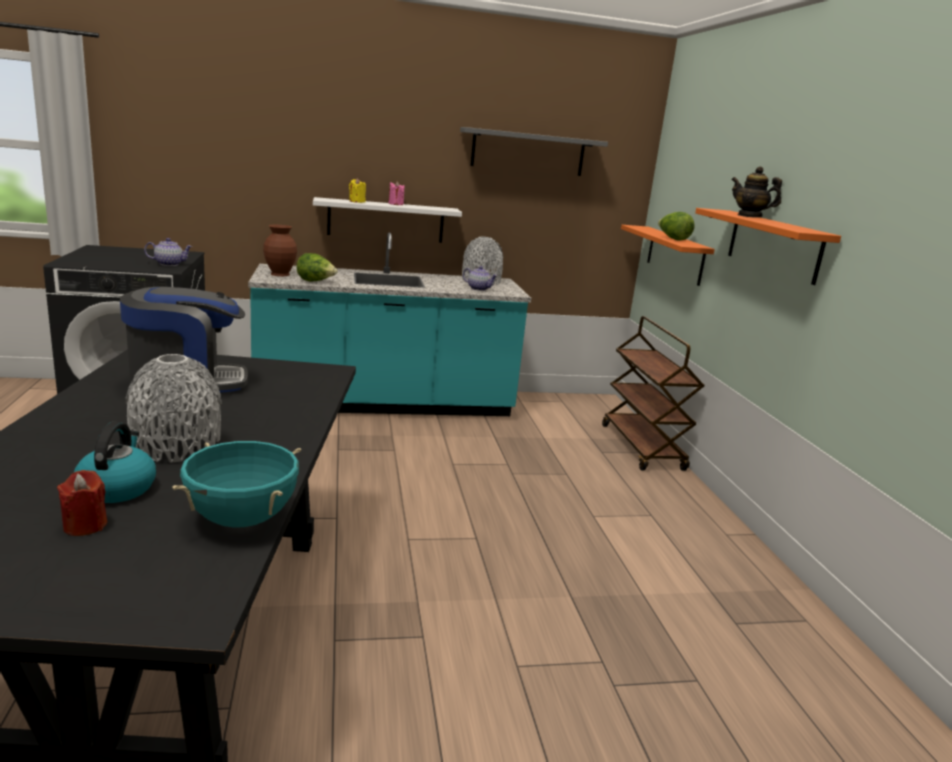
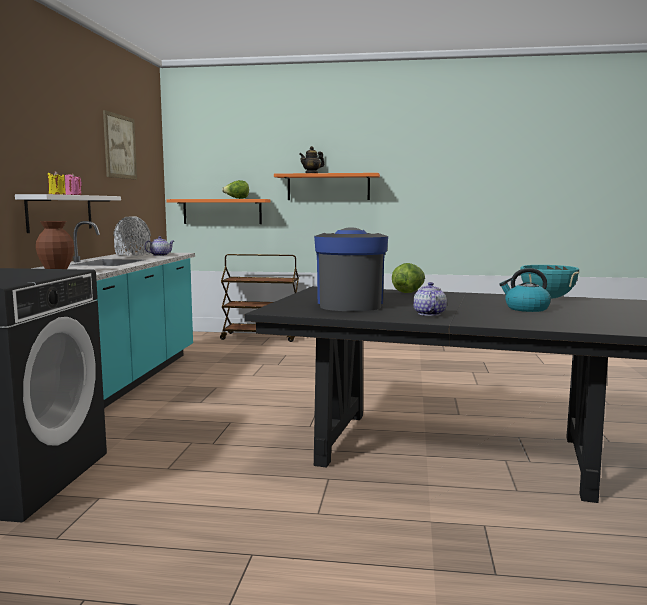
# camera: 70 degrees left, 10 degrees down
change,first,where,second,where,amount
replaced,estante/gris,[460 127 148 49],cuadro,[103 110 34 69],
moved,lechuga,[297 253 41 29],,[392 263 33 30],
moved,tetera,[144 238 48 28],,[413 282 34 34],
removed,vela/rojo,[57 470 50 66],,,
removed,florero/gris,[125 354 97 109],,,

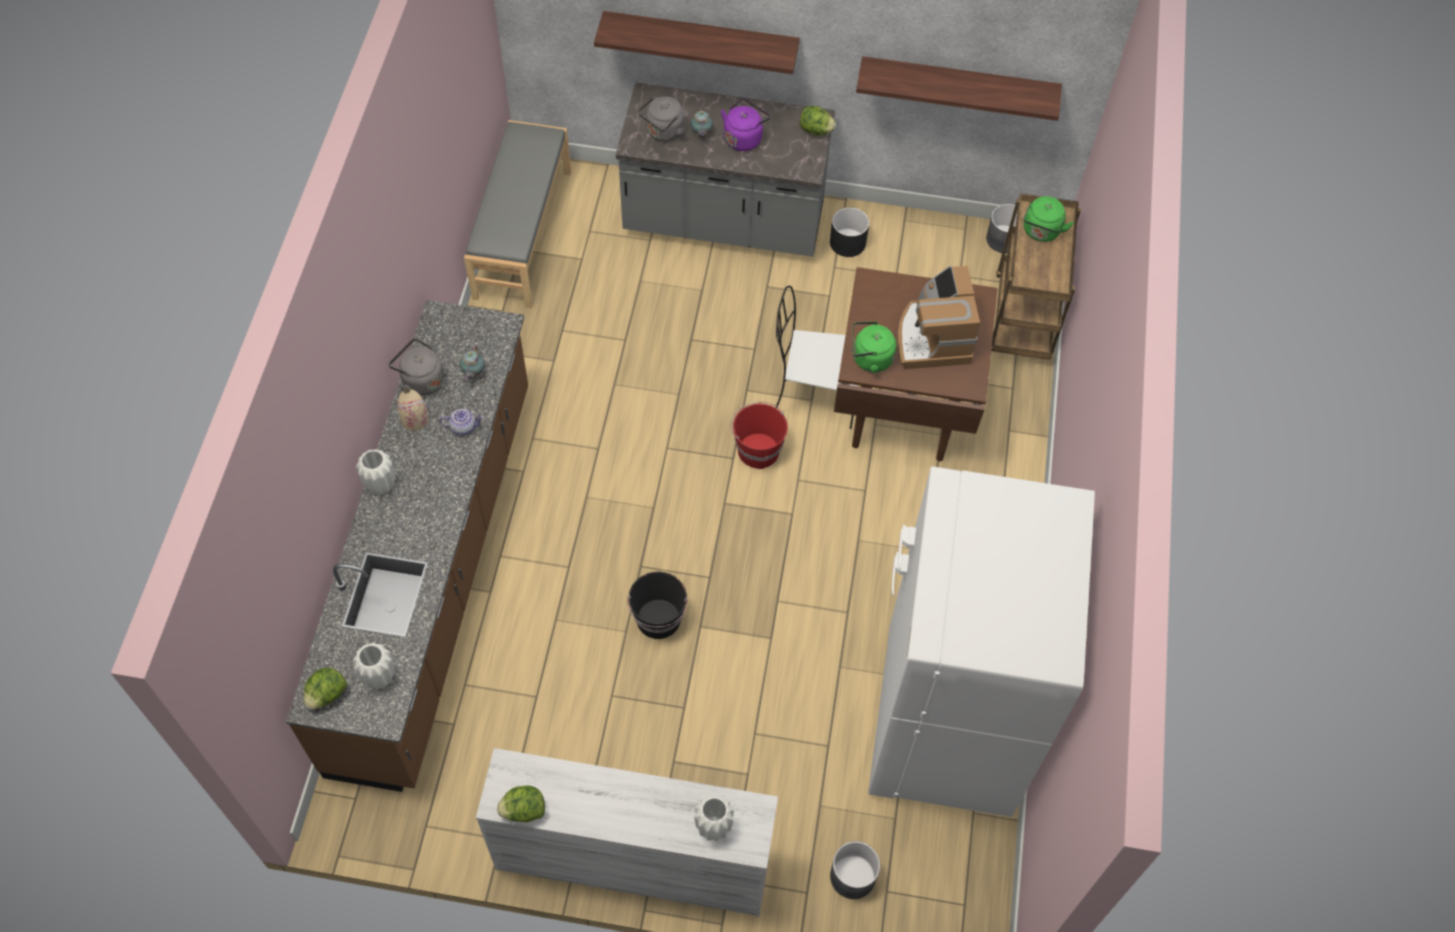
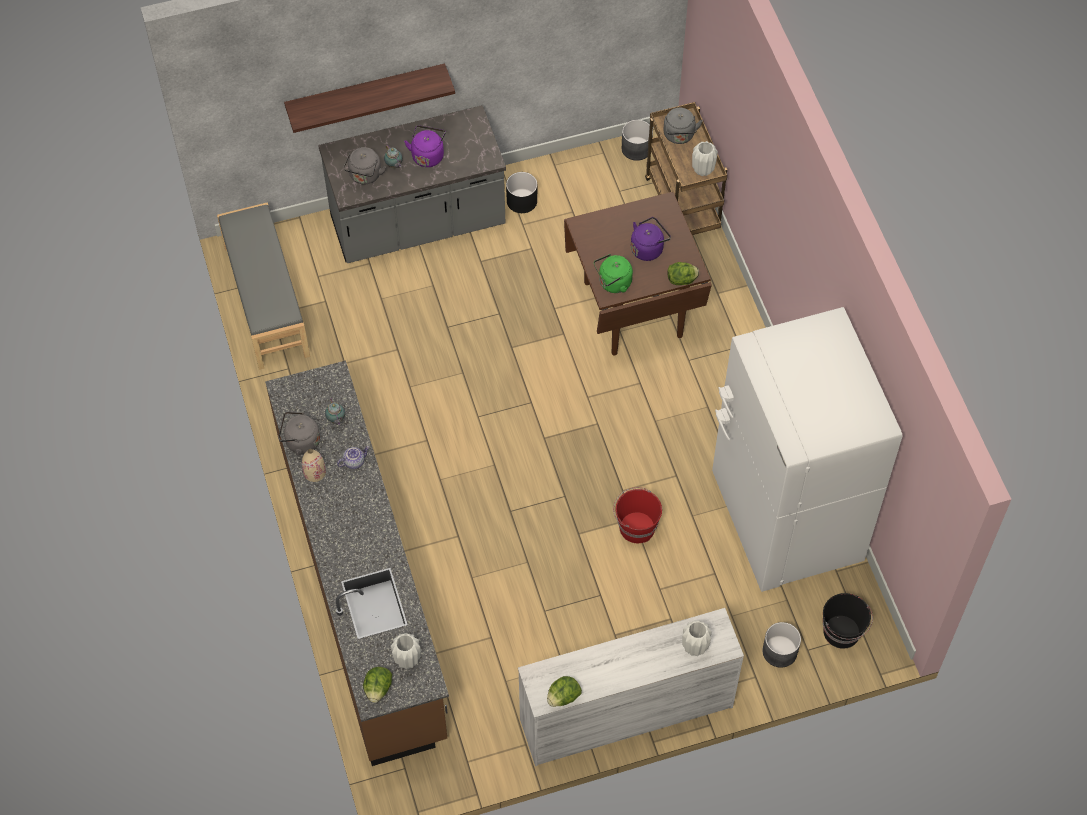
# camera: 25 degrees left, 0 degrees up
change,first,where,second,where,amount
moved,cubo/rojo,[731 402 57 67],,[613 487 49 56],
replaced,cafetera,[898 266 82 103],hervidor/morado,[631 217 40 44],
recoloured,hervidor/verde,[1023 196 51 46],hervidor/gris,[663 108 40 36],
moved,lechuga,[800 106 36 30],,[667 262 32 23],
moved,florero/blanco,[356 449 39 46],,[692 141 26 35],
moved,cubo/negro,[627 572 61 67],,[823 593 50 56],
removed,silla/blanco,[775 286 83 143],,,
removed,estante,[856 56 206 65],,,

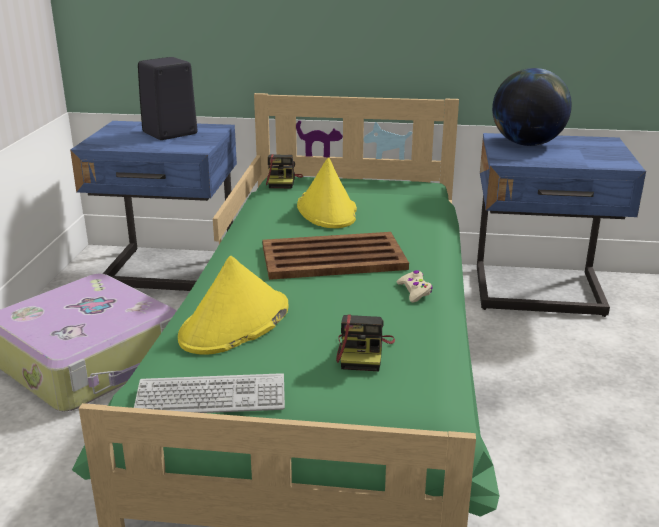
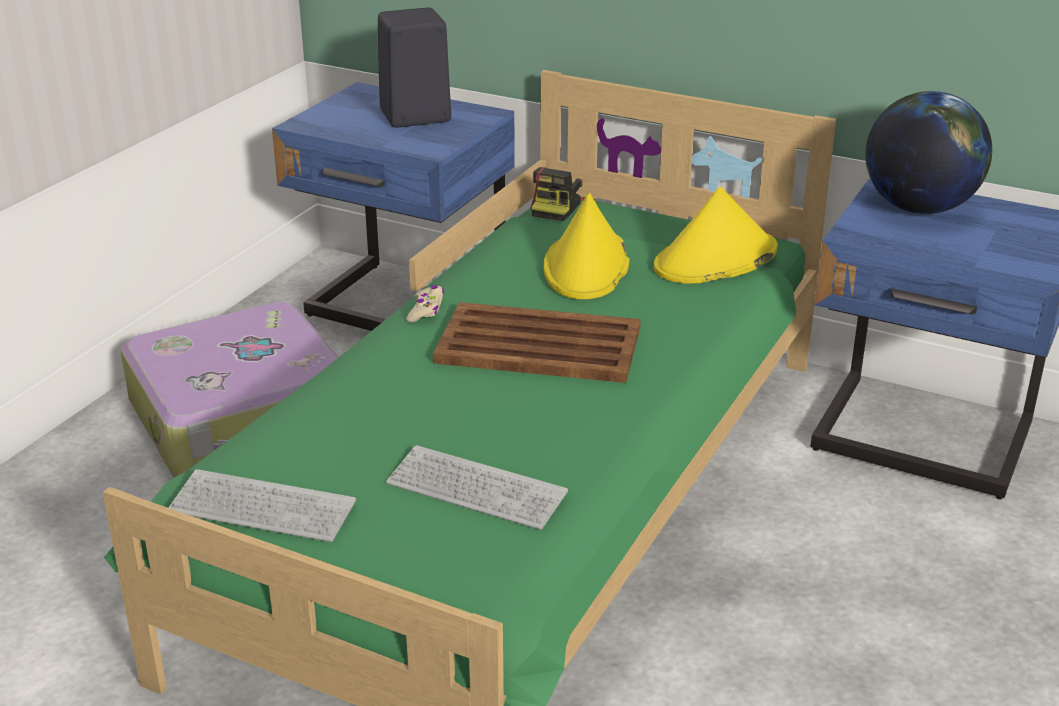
# camera: 20 degrees right, 5 degrees up
change,first,where,second,where,amount
replaced,cámara,[336 314 59 57],teclado,[386 445 182 85],
moved,mando de consola/beis,[396 270 37 32],,[406 285 38 37],
moved,sombrero/amarillo,[178 256 111 99],,[654 187 124 97],

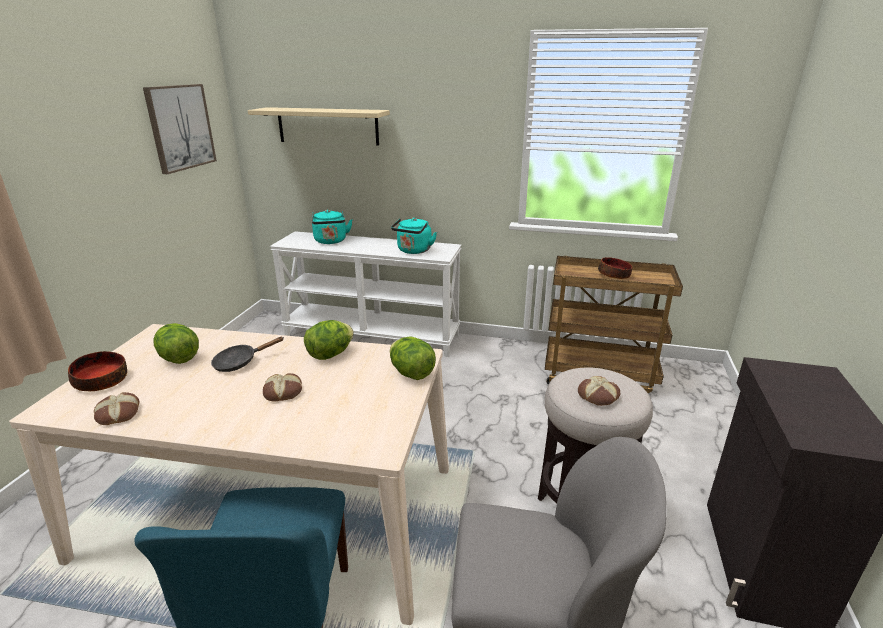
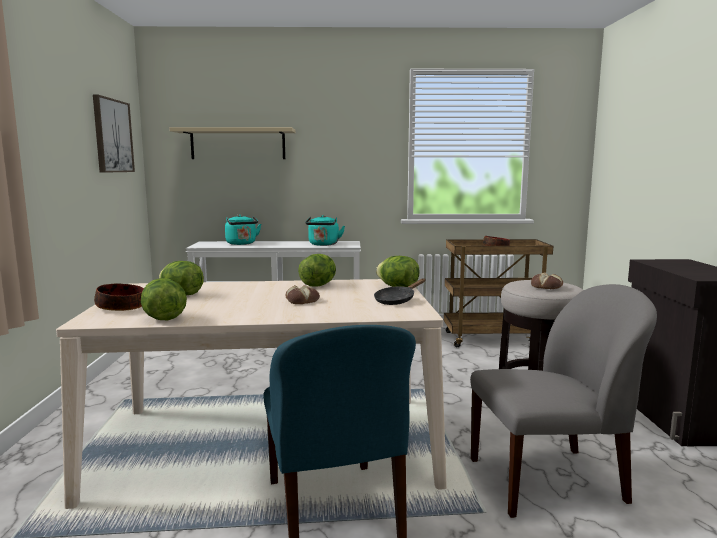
# camera: 15 degrees left, 15 degrees down
change,first,where,second,where,amount
replaced,pan,[94 392 45 33],lechuga,[141 278 46 42],
moved,sartén/negro,[211 337 72 35],,[374 278 51 27],

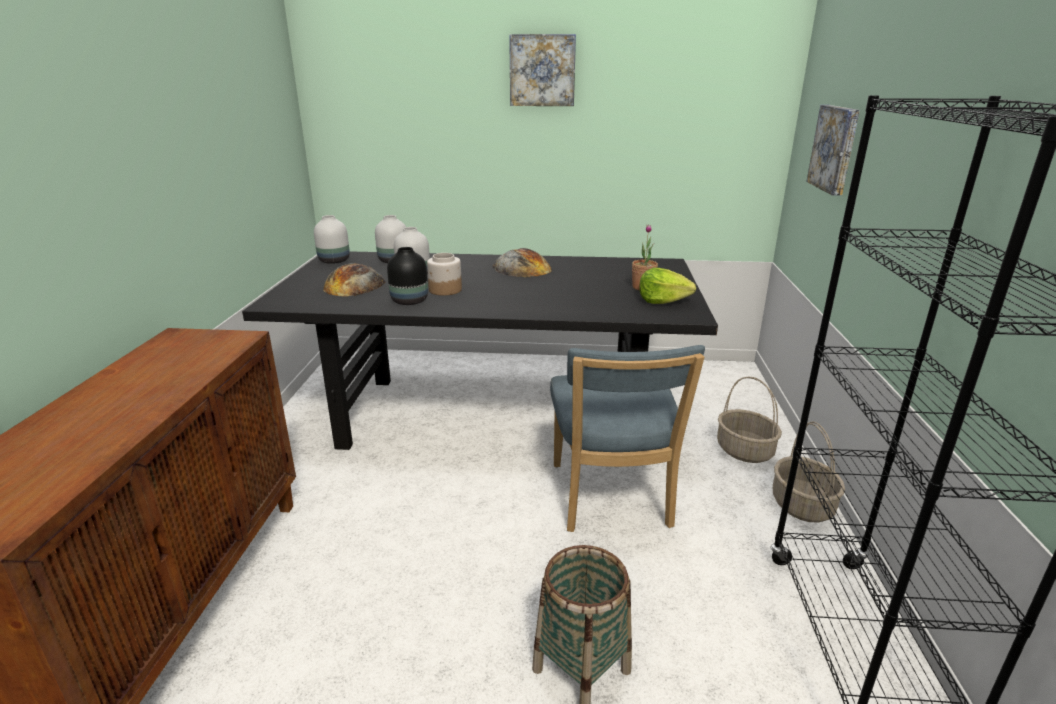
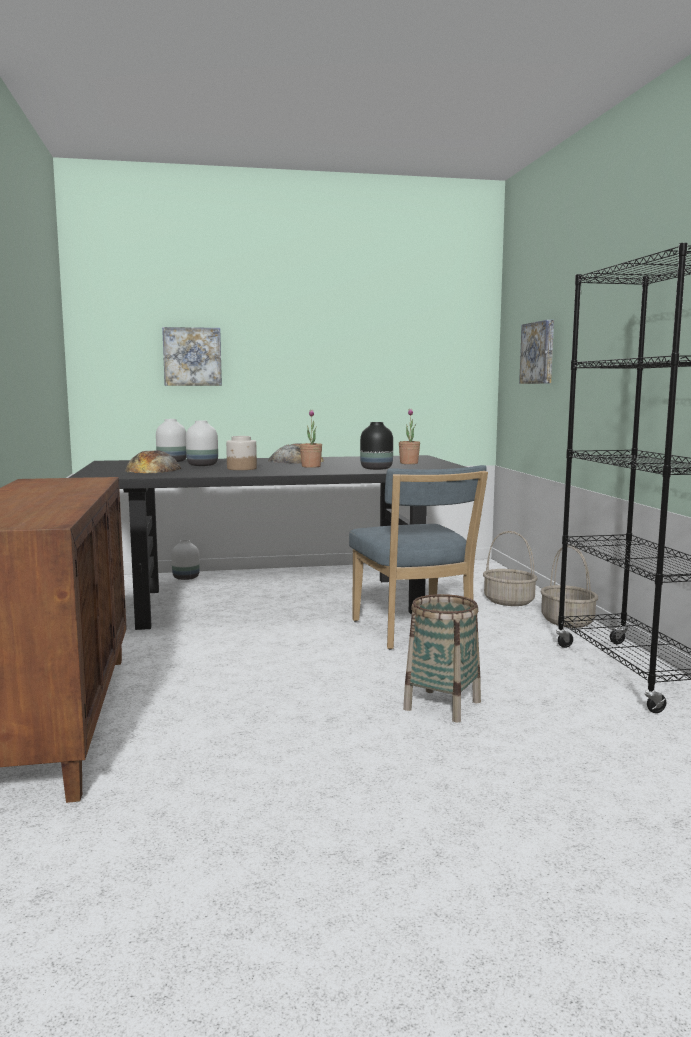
# camera: 15 degrees left, 15 degrees down
change,first,where,second,where,amount
moved,cuadro,[509 34 67 72],,[162 327 60 59],
moved,florero/blanco,[314 215 36 49],,[171 540 29 40],
added,,,planta en maceta,[300 410 22 58],
moved,florero/negro,[387 247 41 58],,[360 422 33 48],
removed,lechuga,[639 268 57 36],,,

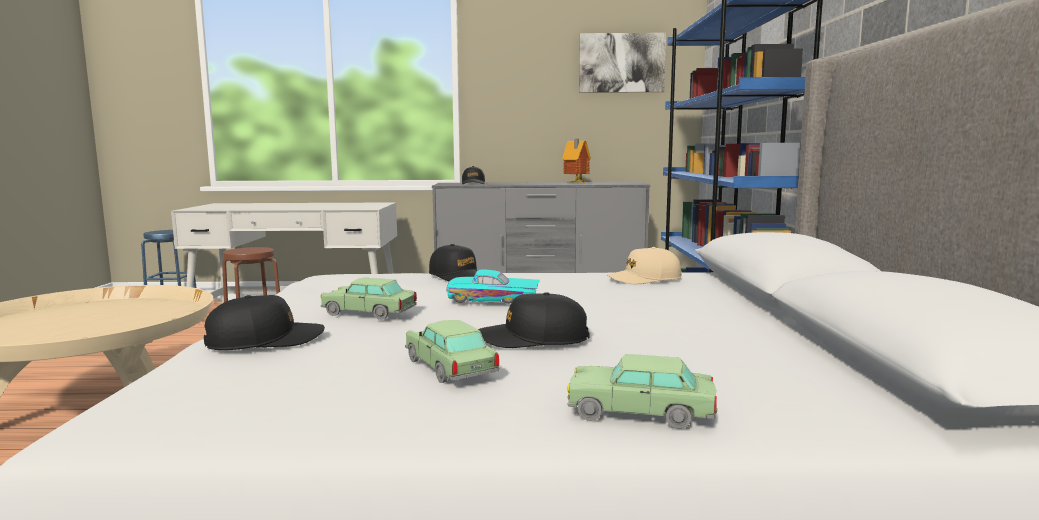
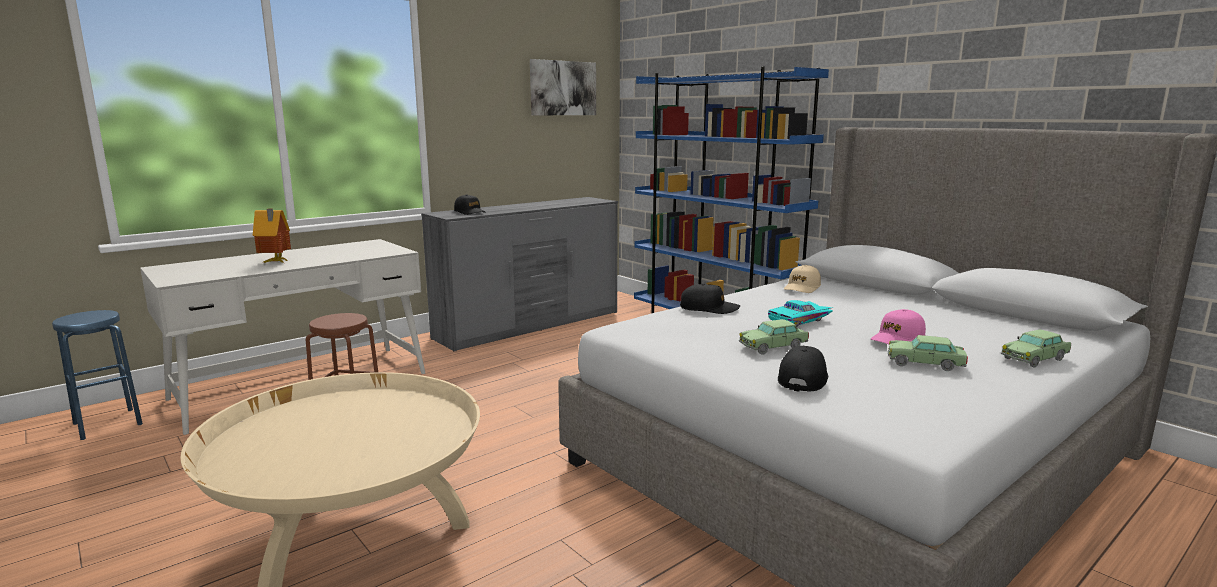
# camera: 40 degrees left, 5 degrees up
change,first,where,second,where,amount
moved,casita,[562 139 29 44],,[253 209 38 54],
recoloured,gorra/negro,[478 292 111 56],gorra/rosa,[871 309 55 35],

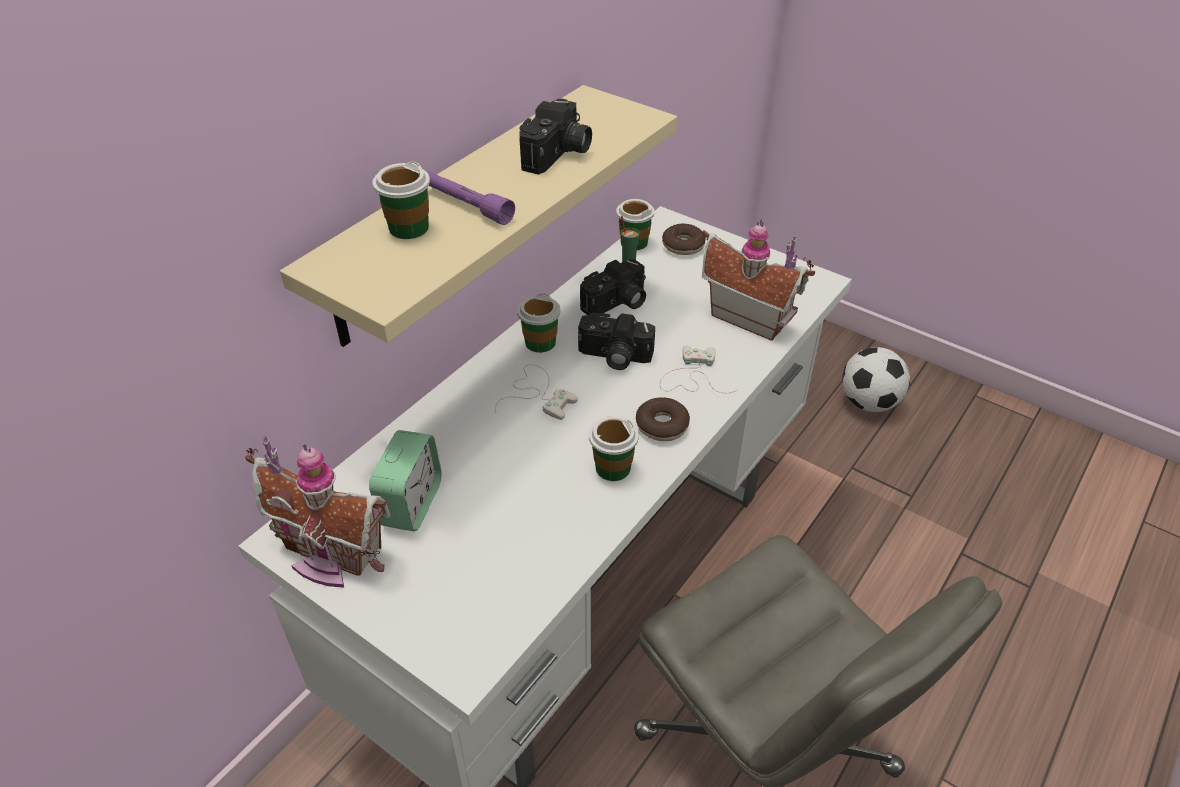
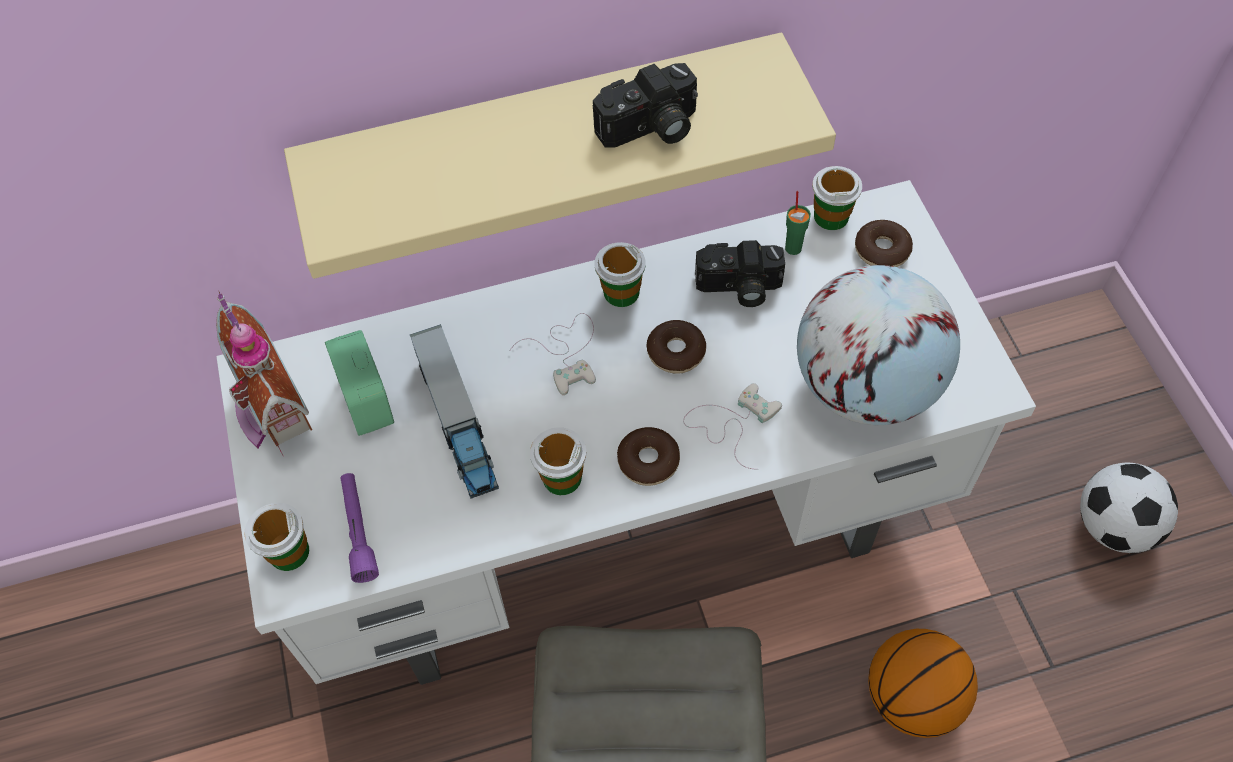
# camera: 40 degrees right, 15 degrees up
change,first,where,second,where,amount
moved,taza,[373 162 57 77],,[244 503 65 68],
turned,despertador,[369 430 73 101],,[325 330 69 106],105 degrees clockwise
moved,linterna/morado,[427 171 88 54],,[340 473 39 110],
added,,,camión de juguete,[410 324 89 174],
replaced,cámara,[578 313 77 57],rosquilla,[646 320 60 54],
replaced,casita,[702 218 113 123],globo terráqueo,[797 265 163 160],
added,,,balón de baloncesto,[868 629 110 109],

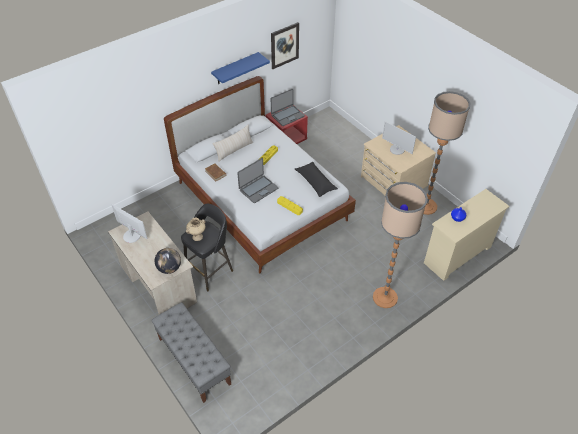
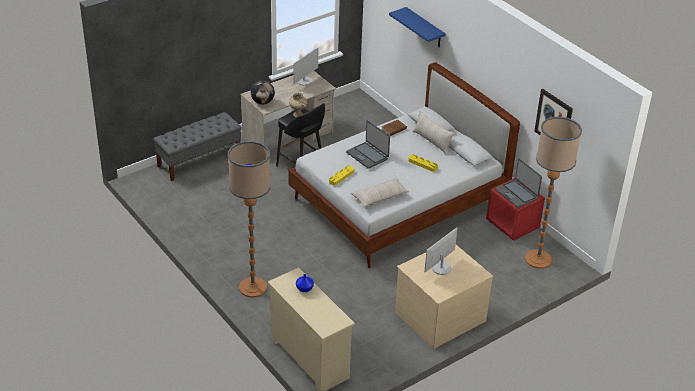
# camera: 90 degrees right, 10 degrees down
change,first,where,second,where,amount
recoloured,cojín/negro,[295 162 43 35],cojín/beis,[351 178 58 29],
moved,estante/azul,[211 52 59 32],,[389 7 57 40],
moved,lámpara de pie,[424 91 46 124],,[525 117 57 152],

